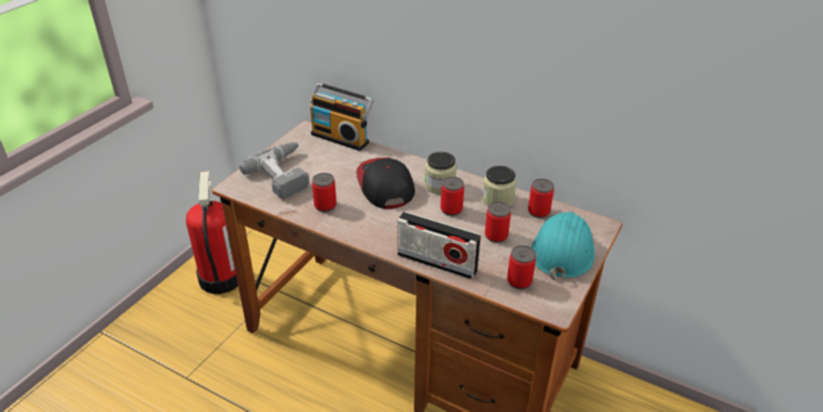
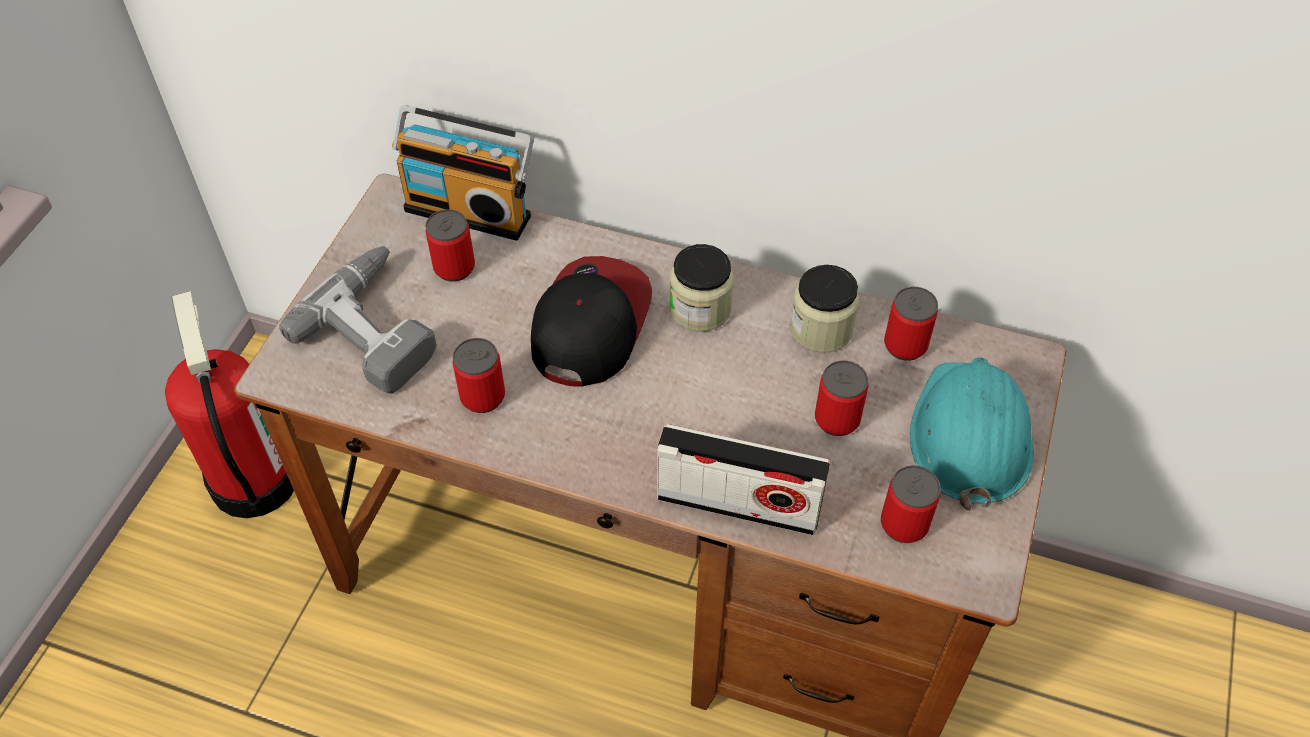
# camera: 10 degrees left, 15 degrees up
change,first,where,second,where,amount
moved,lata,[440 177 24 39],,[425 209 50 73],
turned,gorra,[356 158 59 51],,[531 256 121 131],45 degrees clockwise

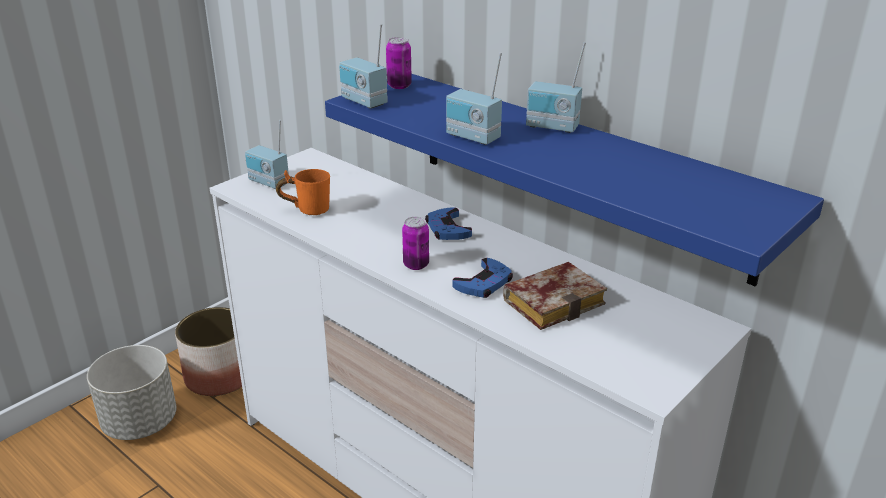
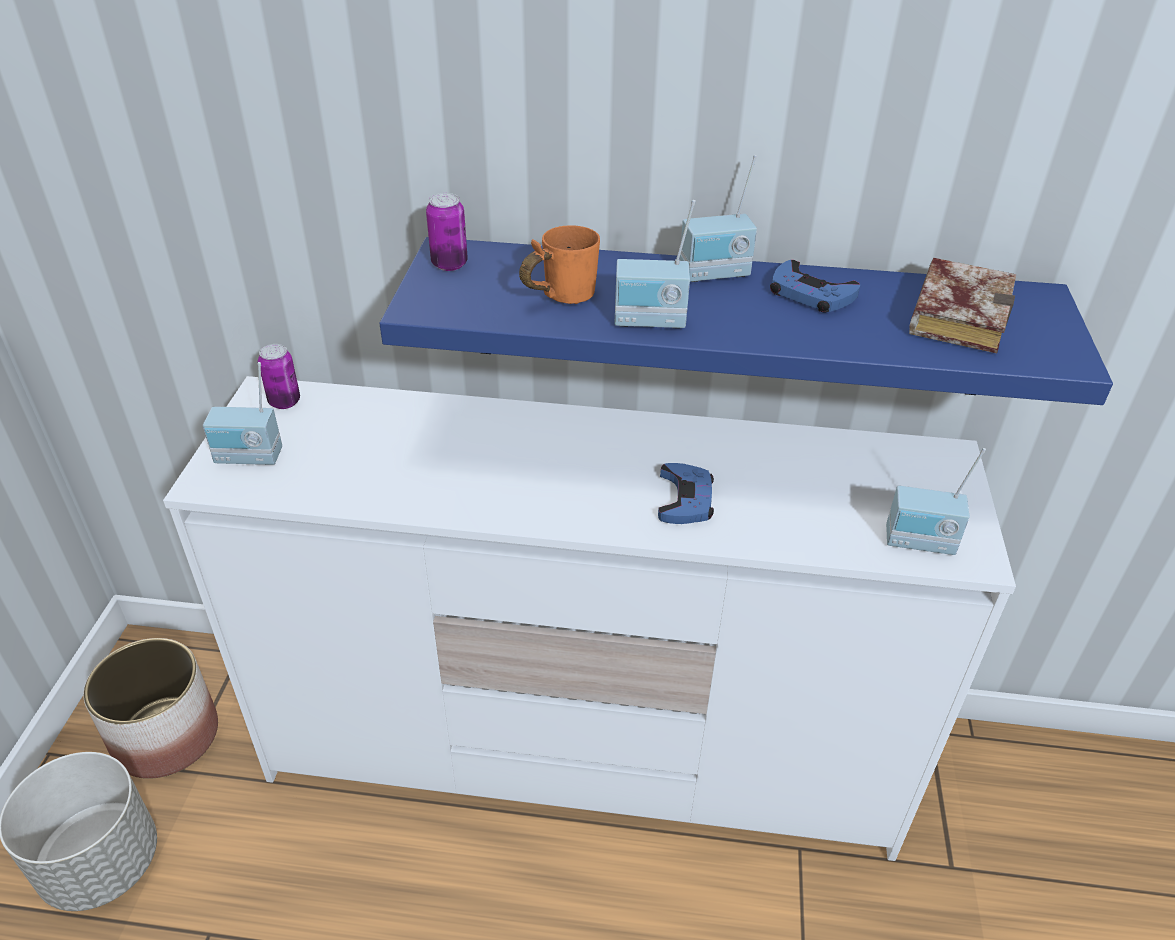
# camera: 35 degrees left, 10 degrees up
change,first,where,second,where,amount
moved,lata,[402 217 27 53],,[258 344 42 65],
moved,taza grande/naranja,[276 169 54 46],,[519 225 81 79],
moved,mando de consola/azul,[425 207 47 33],,[770 260 90 52],
moved,radio,[339 24 49 85],,[886 448 100 107],
moved,libro,[503 262 104 68],,[909 258 107 95],

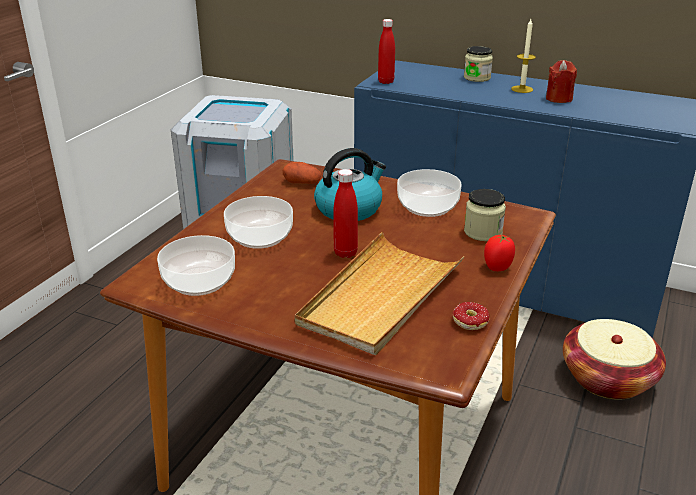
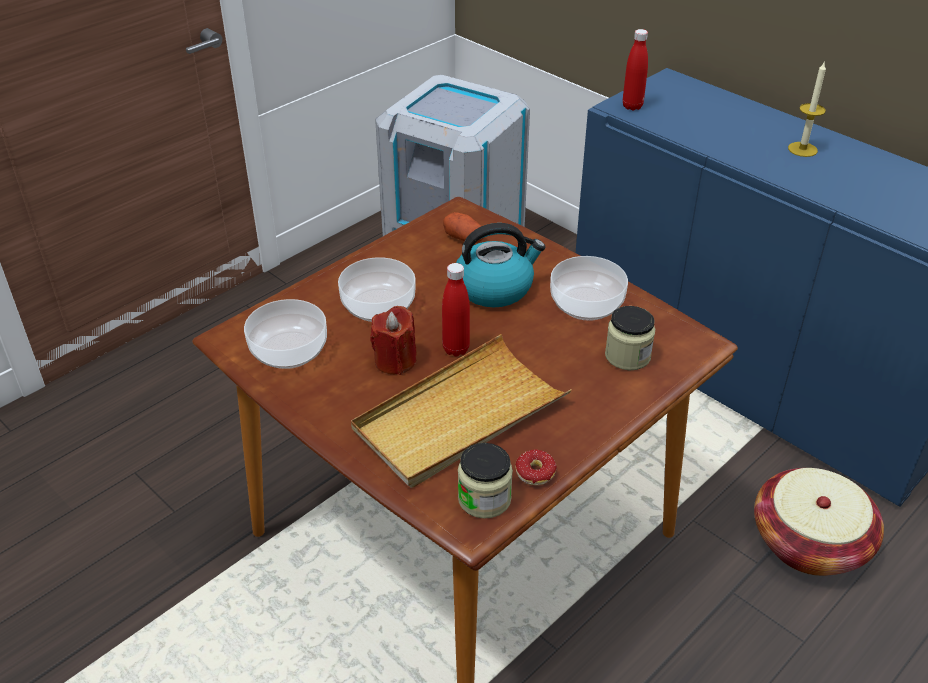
# camera: 20 degrees right, 10 degrees up
change,first,where,second,where,amount
moved,vela/rojo,[546 60 31 43],,[370 306 46 69],
moved,tarro,[464 46 29 36],,[458 443 55 76],
removed,tomate,[484 235 31 36],,,

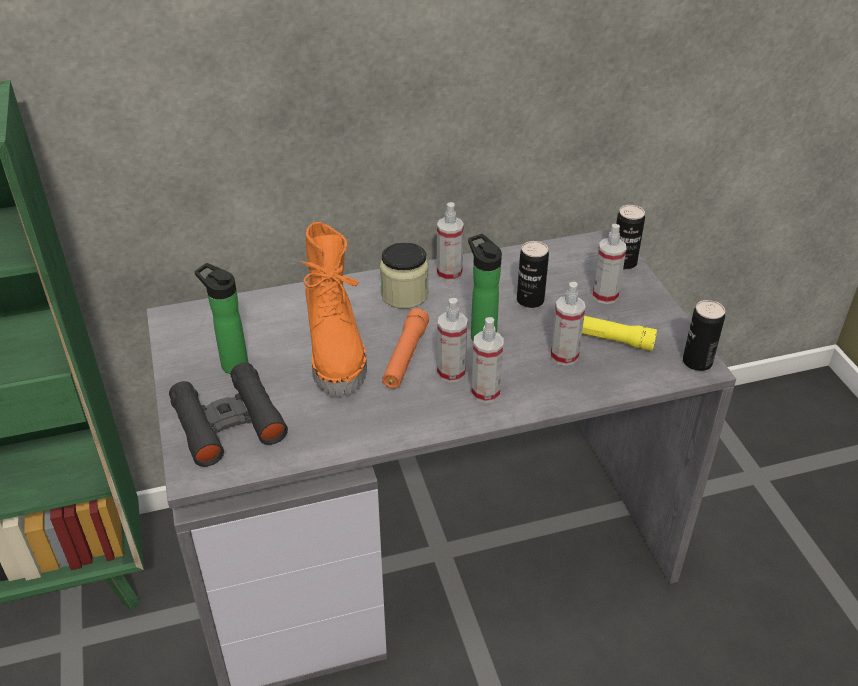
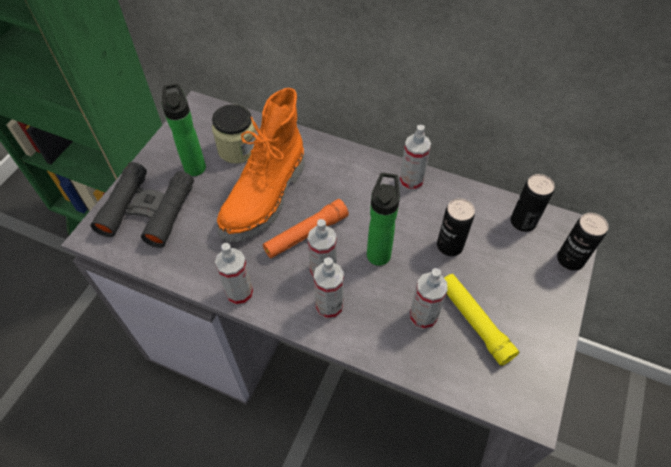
# camera: 40 degrees right, 15 degrees up
change,first,where,second,where,amount
moved,tarro,[380 242 48 67],,[212 104 44 60],
moved,pulverizador,[592 224 35 80],,[215 243 38 62],
moved,lata,[683 300 42 71],,[510 174 45 58],

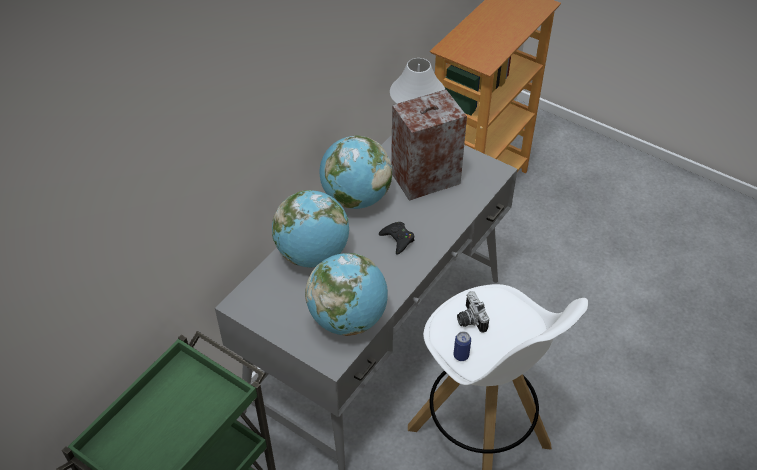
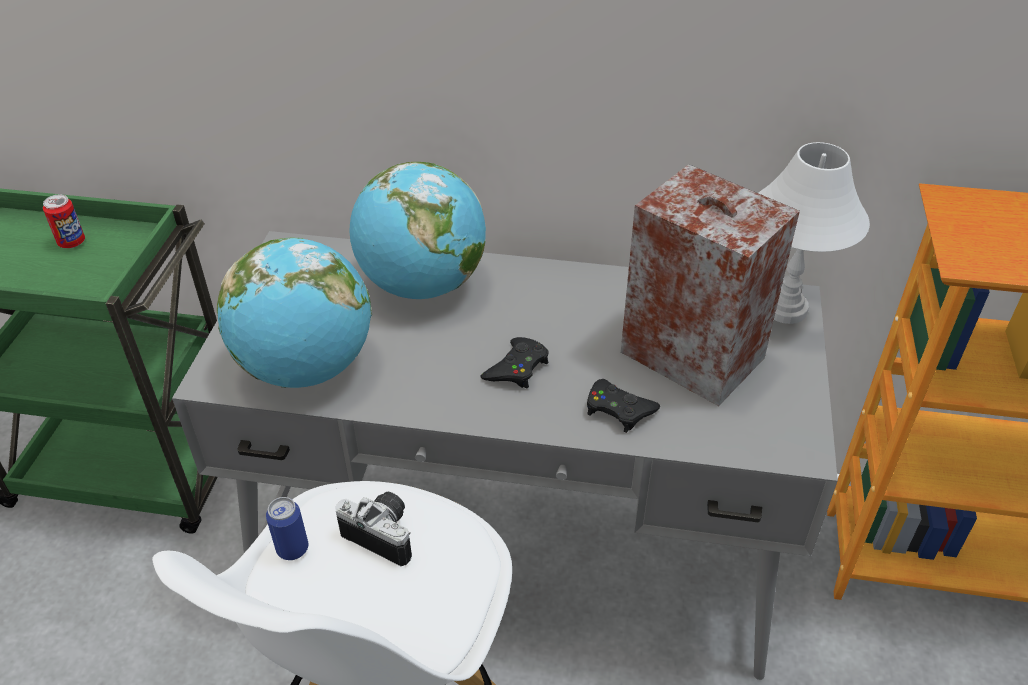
# camera: 65 degrees right, 5 degrees down
change,first,where,second,where,amount
added,,,lata,[43 194 42 54],
turned,cámara,[457 291 32 42],,[335 492 77 74],75 degrees clockwise
added,,,mando de consola/negro,[587 379 73 54],
removed,globo terráqueo,[319 135 73 74],,,

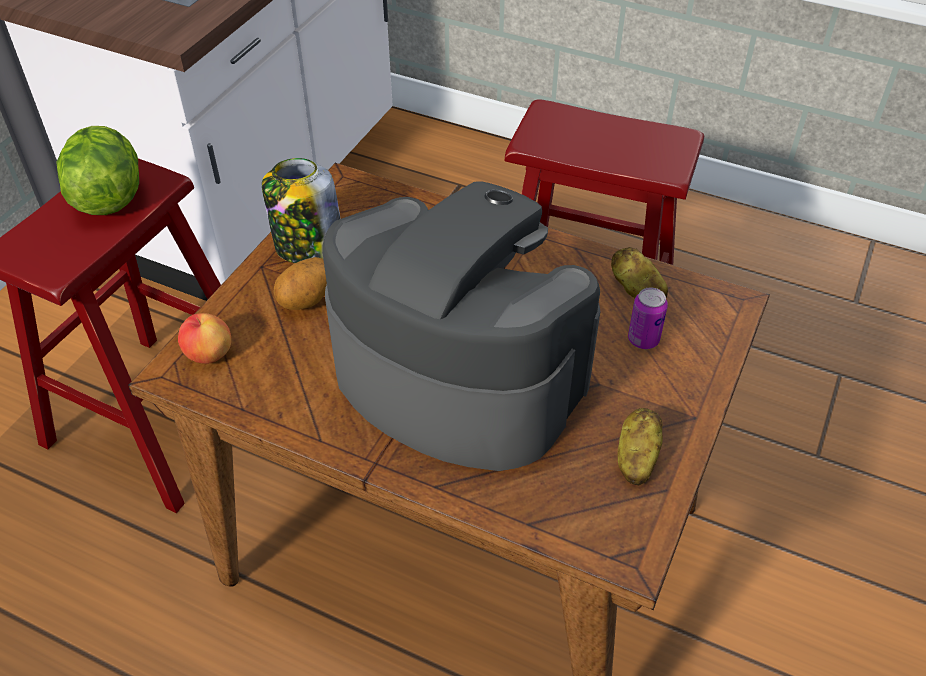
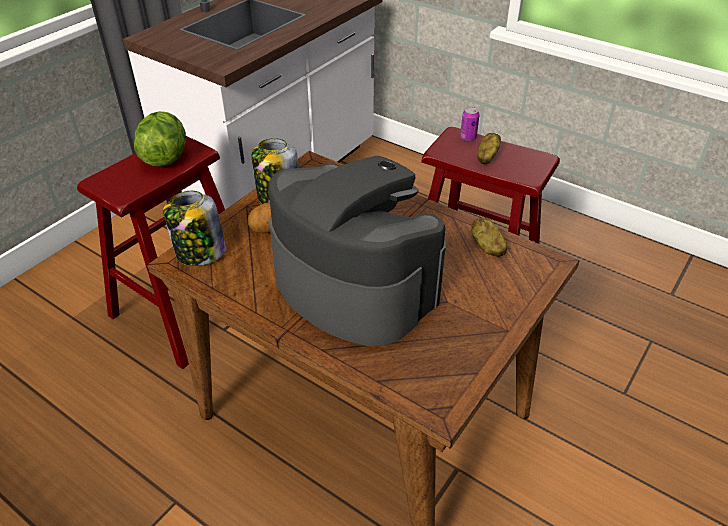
# camera: 10 degrees right, 5 degrees down
change,first,where,second,where,amount
replaced,manzana,[178 313 53 51],tarro,[163 191 64 75],
moved,lata,[628 287 40 62],,[460 107 20 34],
moved,patata,[618 408 45 77],,[477 133 24 31],

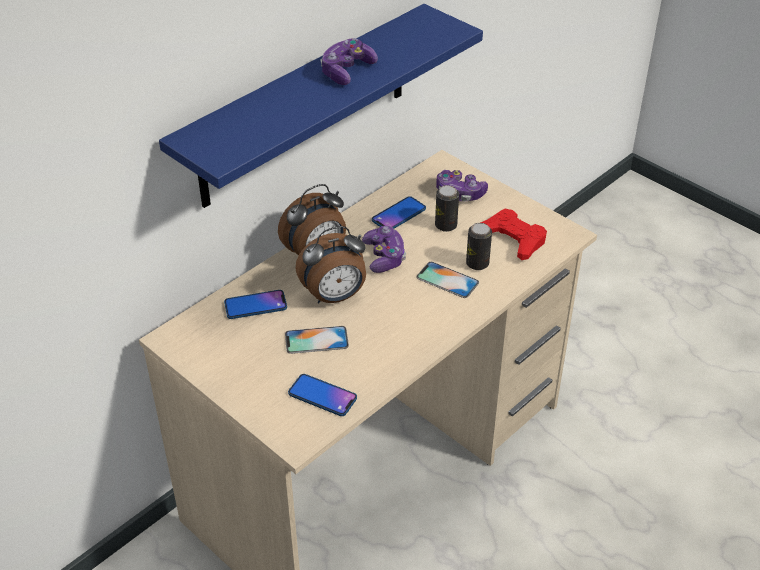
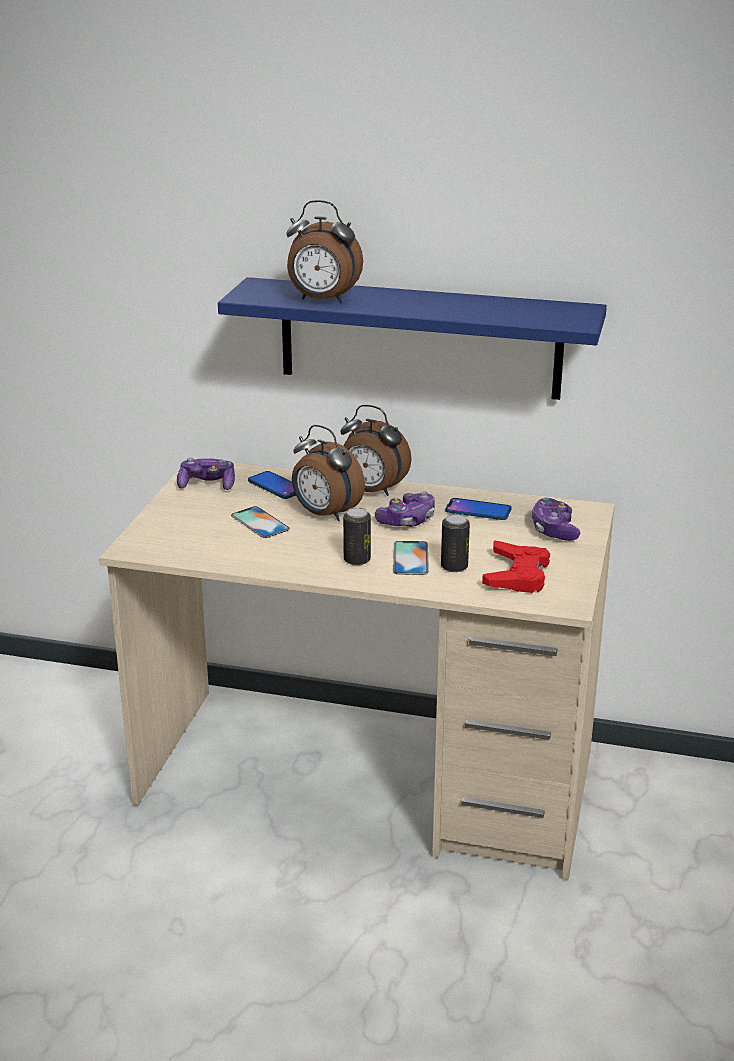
# camera: 60 degrees right, 15 degrees down
change,first,where,second,where,amount
moved,mando de consola,[320 38 58 47],,[177 458 58 32],
added,,,despertador,[286 200 77 103],
moved,lata,[435 185 24 47],,[343 507 28 58],
removed,móvil,[288 374 69 42],,,

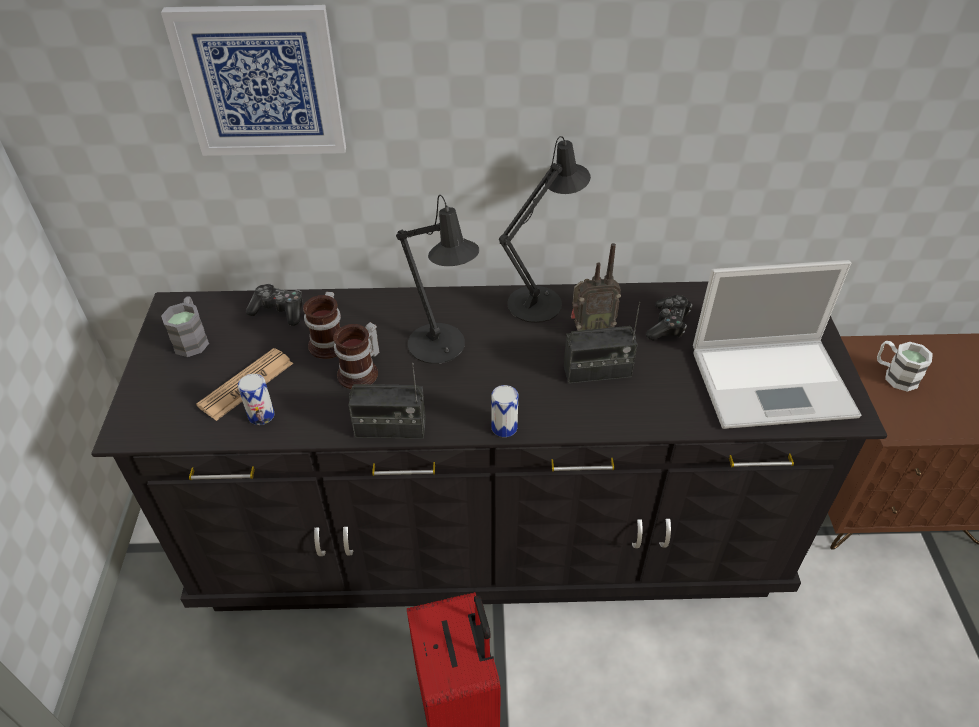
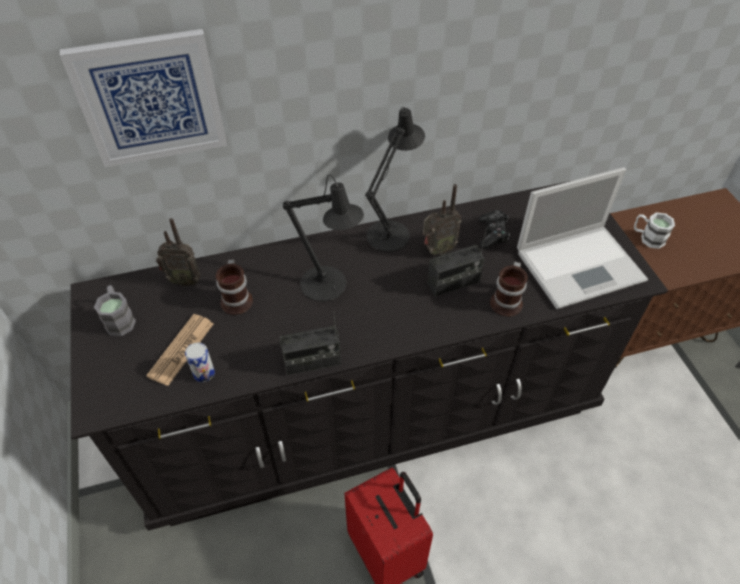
# camera: 15 degrees left, 5 degrees up
change,first,where,second,where,amount
replaced,mando de consola,[246 284 57 42],radio,[156 218 45 69],
moved,taza grande,[333 322 46 67],,[490 262 38 55],
removed,lata,[491 385 27 52],,,

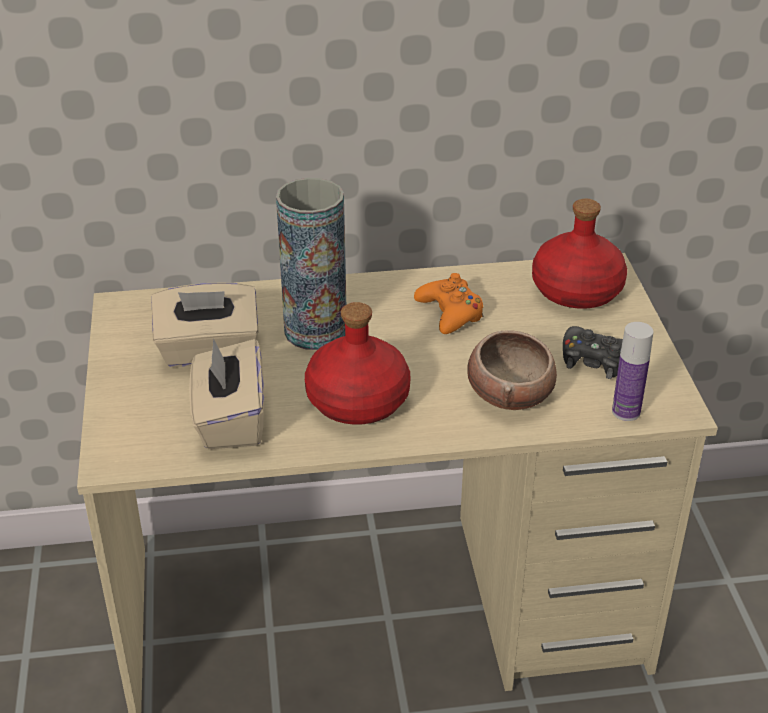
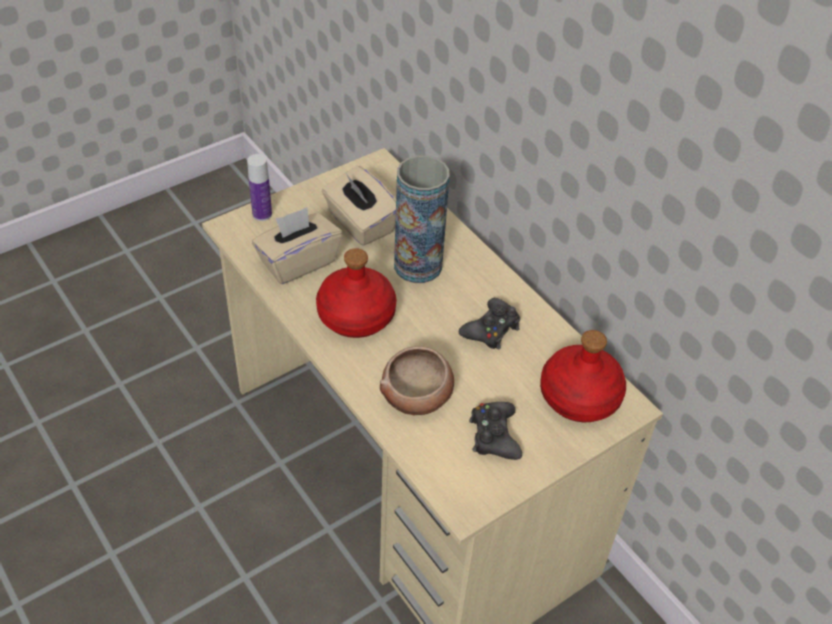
# camera: 60 degrees right, 10 degrees up
change,first,where,second,where,amount
moved,botella,[612 322 42 99],,[247 154 25 67],
recoloured,mando de consola/naranja,[414 273 70 61],mando de consola/negro,[459 298 61 52],

